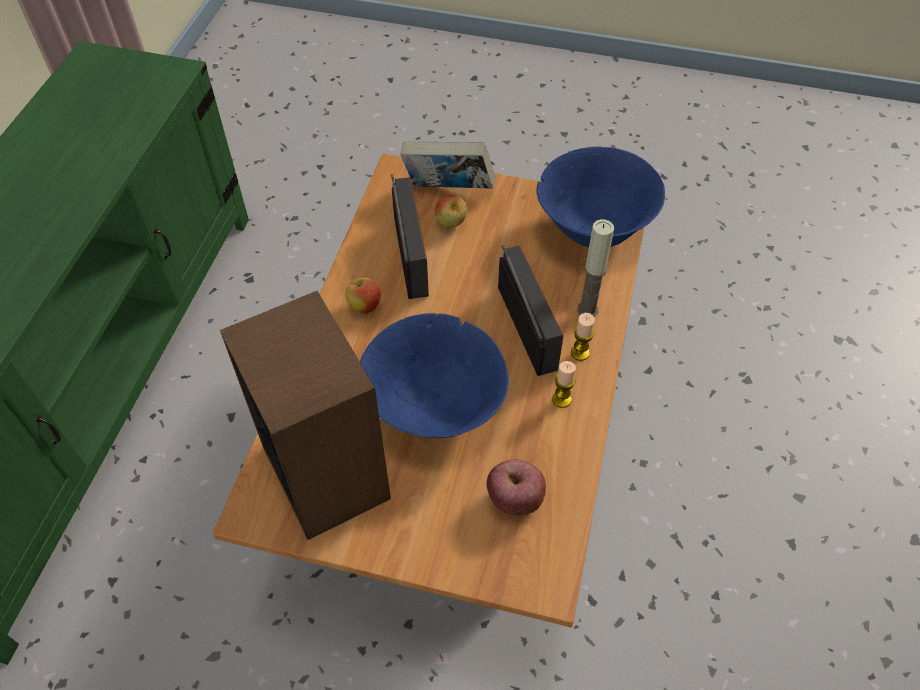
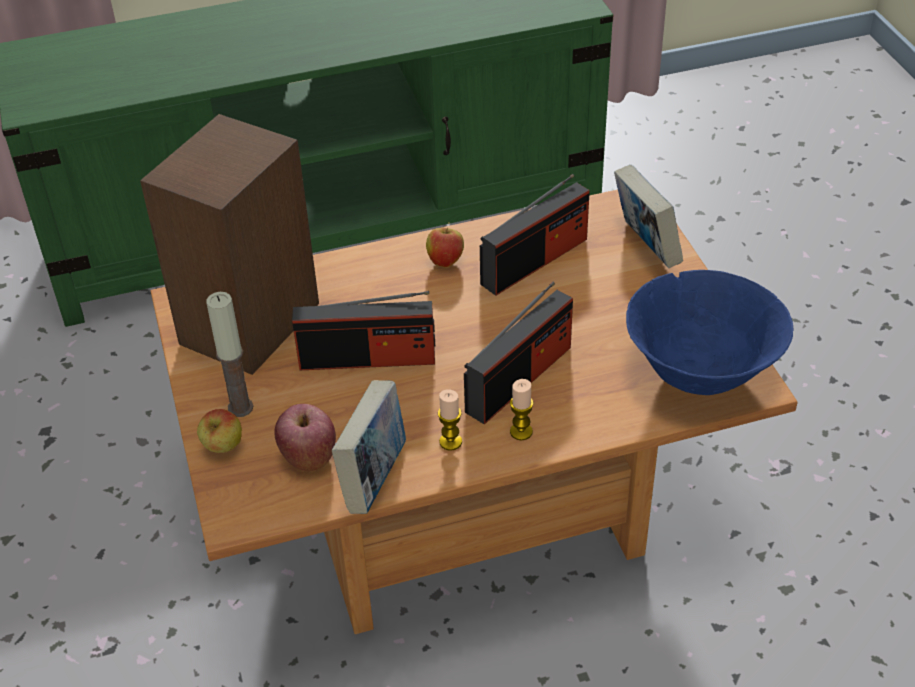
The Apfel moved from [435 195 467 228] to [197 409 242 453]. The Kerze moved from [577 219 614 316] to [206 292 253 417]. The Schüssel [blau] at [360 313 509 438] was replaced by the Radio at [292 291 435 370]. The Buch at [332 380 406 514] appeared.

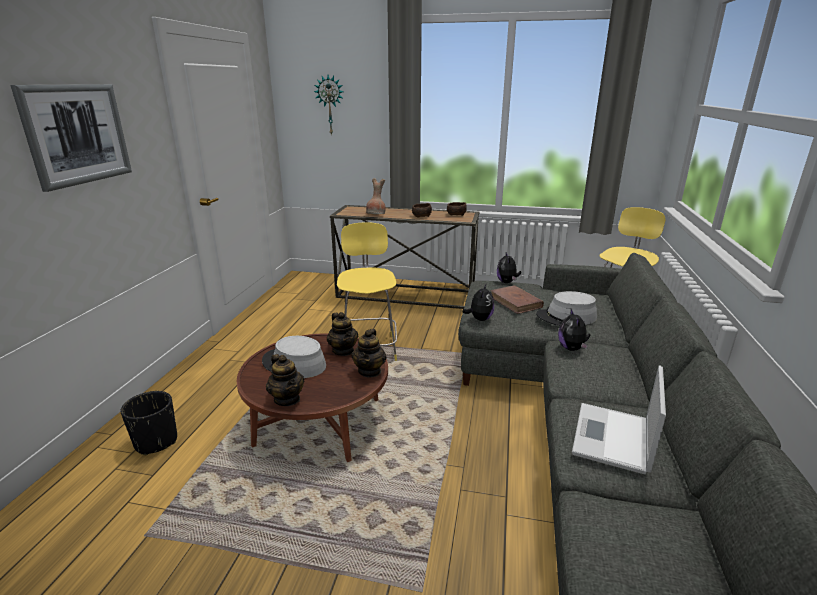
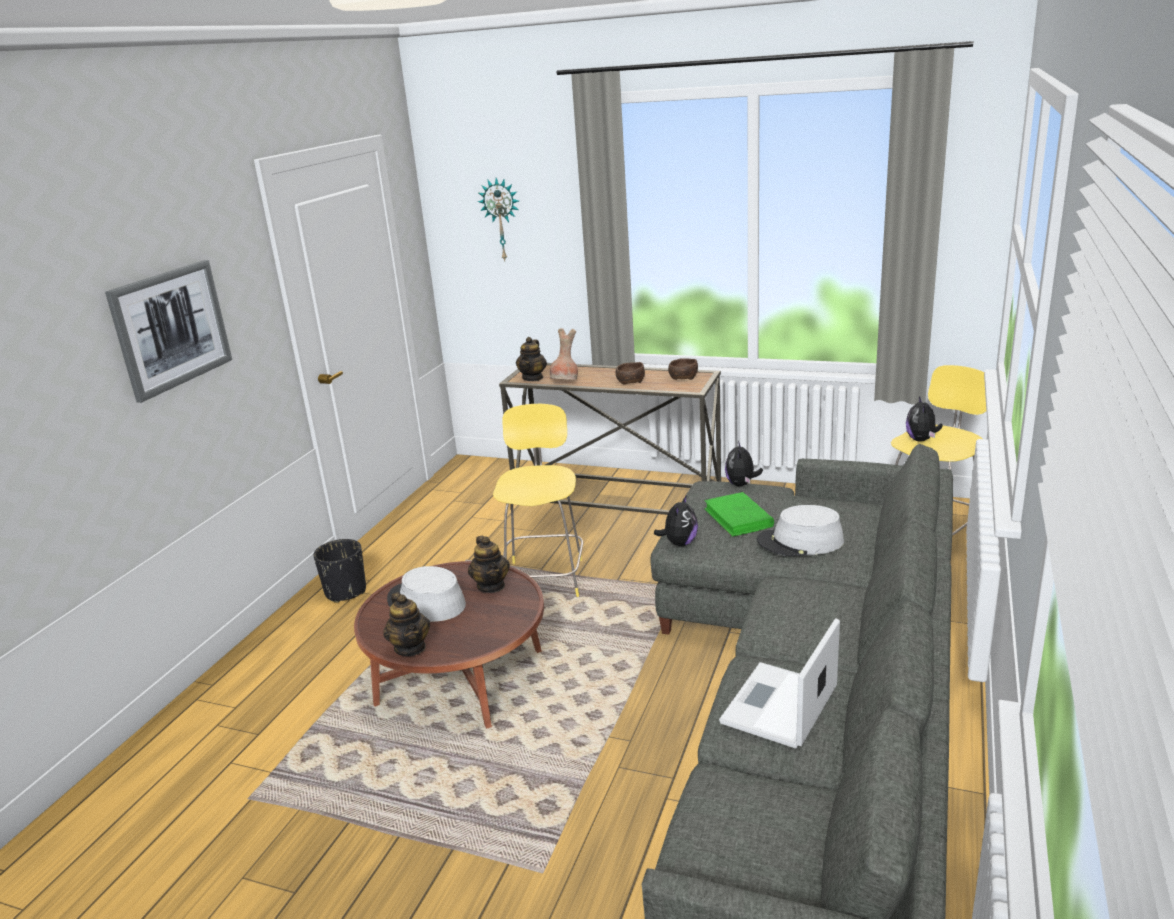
The Buch [braun] at [490 285 544 314] became the Buch [grün] at [704 492 774 537]. The Plüschtier moved from [558 309 590 351] to [906 396 943 442]. The Teekanne moved from [352 329 387 378] to [516 337 547 381]. The Pflanzkübel [schwarz] moved from [120 391 177 455] to [313 539 366 603].

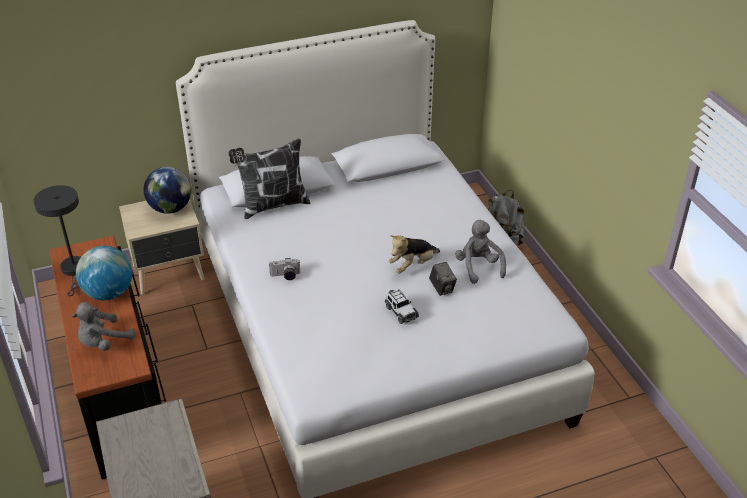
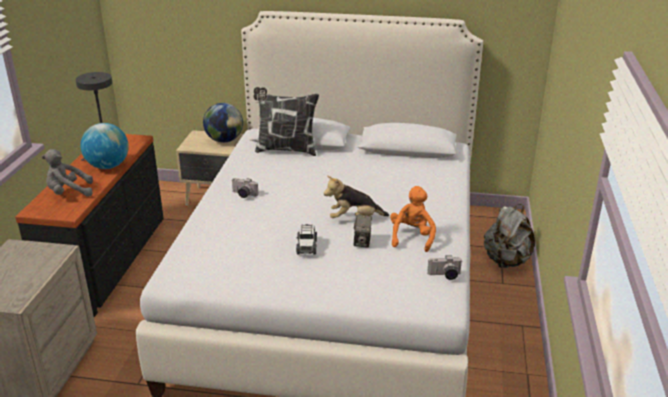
The Plüschtier [grau] at [455 220 506 284] became the Plüschtier [orange] at [390 186 436 252]. The Kamera at [427 255 462 280] appeared.

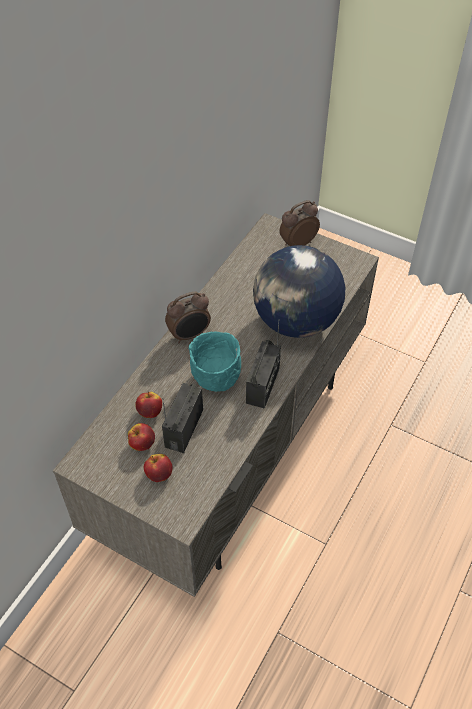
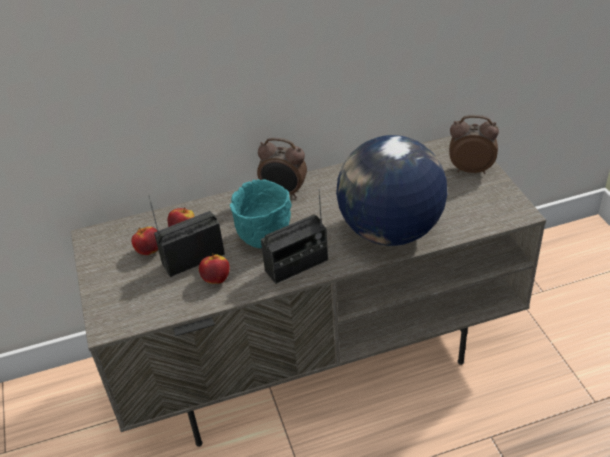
The Apfel moved from [144 454 172 482] to [199 253 230 284].

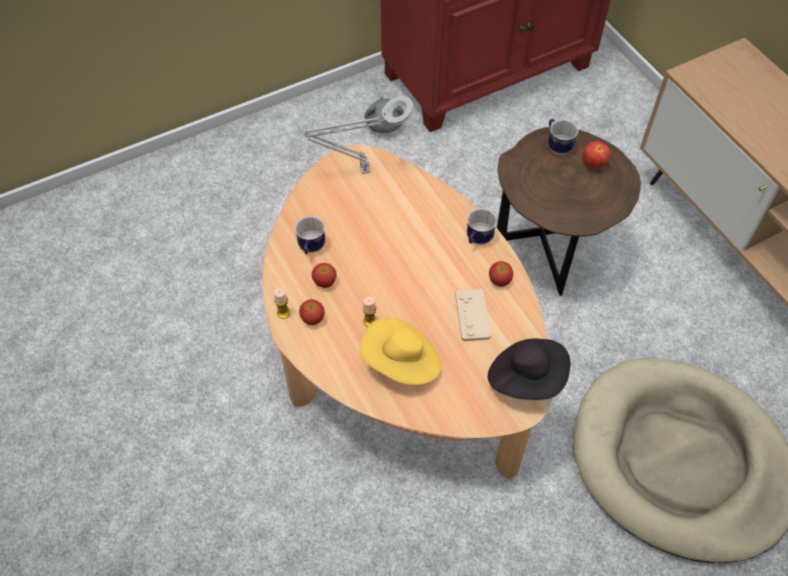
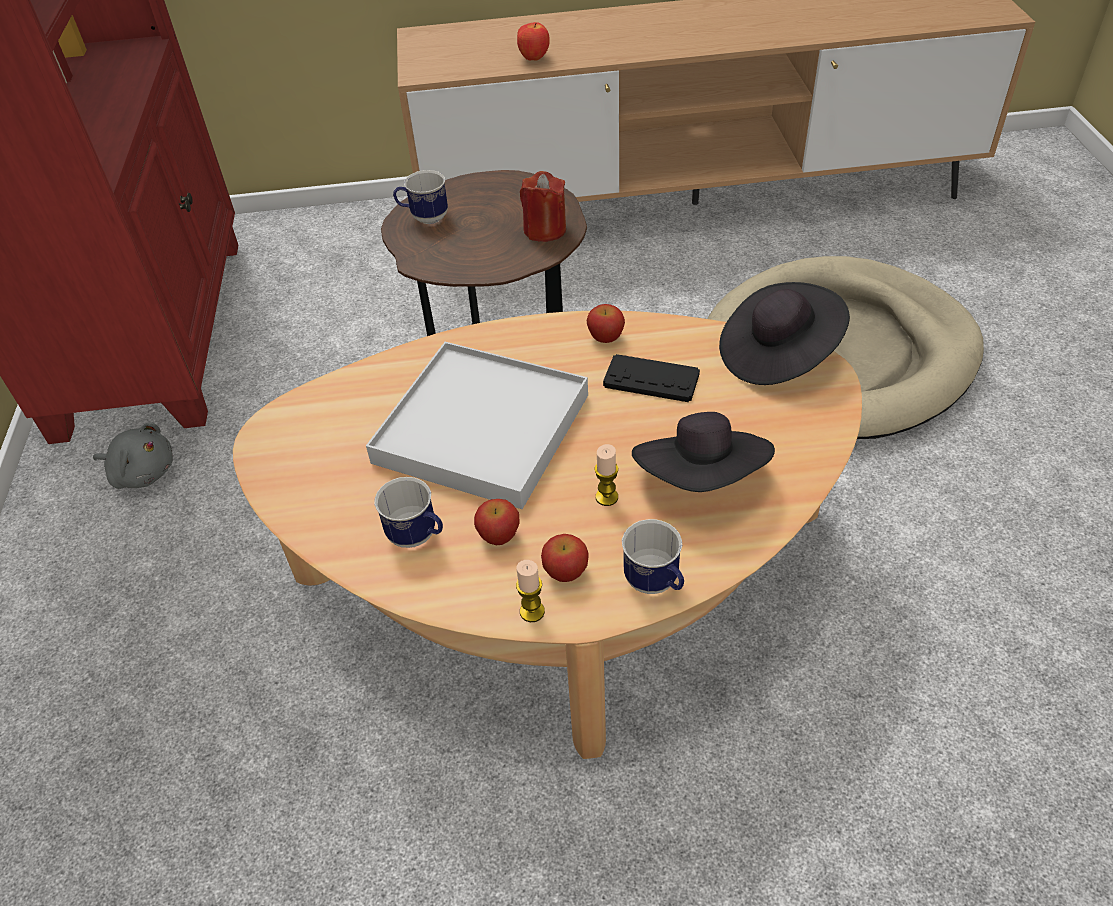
The Tischlampe [grau] at [304 96 414 174] disappeared. The Apfel moved from [583 141 610 168] to [517 22 550 61]. The Henkelbecher moved from [467 208 497 245] to [622 519 684 594]. The Gamepad [beige] at [455 289 491 341] became the Gamepad [schwarz] at [603 354 700 402]. The Hut [gelb] at [360 318 442 385] became the Hut [schwarz] at [632 412 775 492]. The Kerze [rot] at [520 171 566 242] appeared. The Tablett [weiß] at [366 342 588 509] appeared.

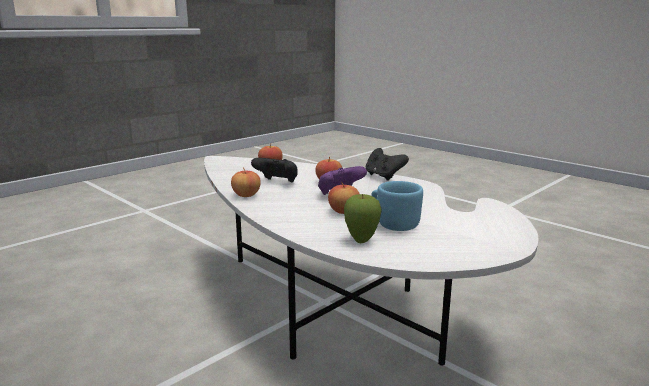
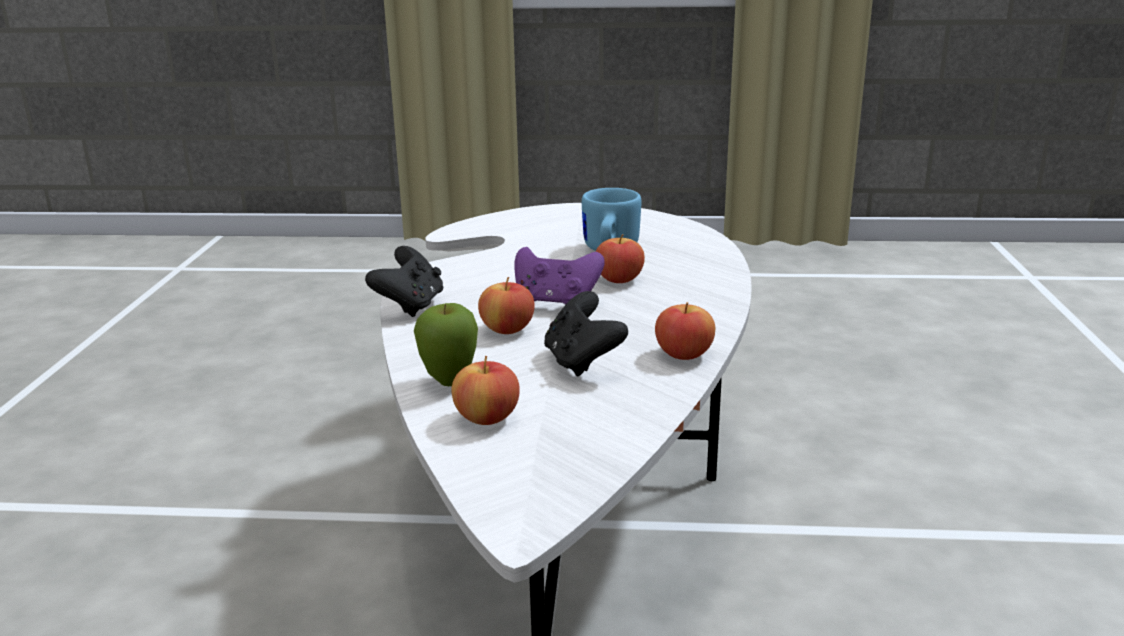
The Apfel moved from [344 194 382 243] to [414 303 478 386].

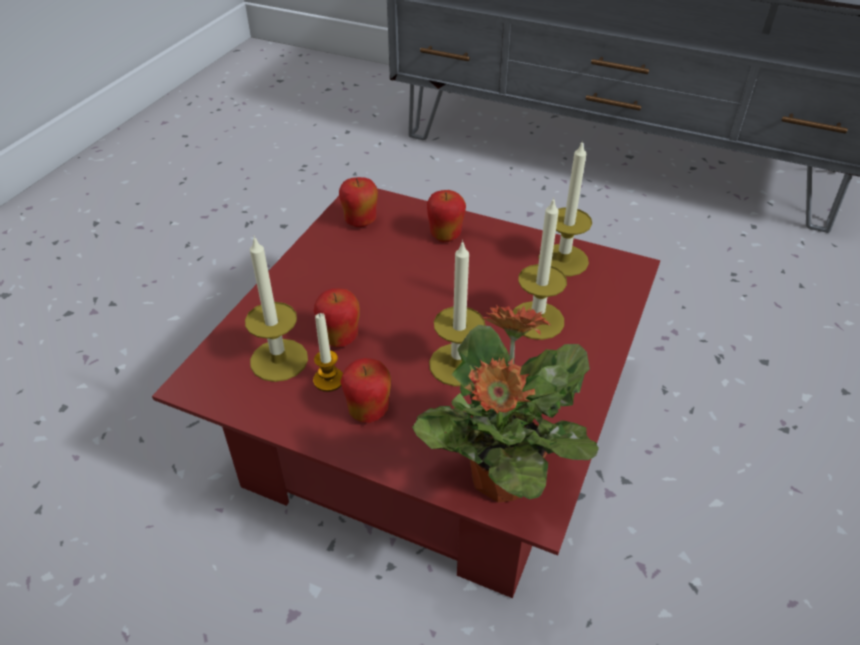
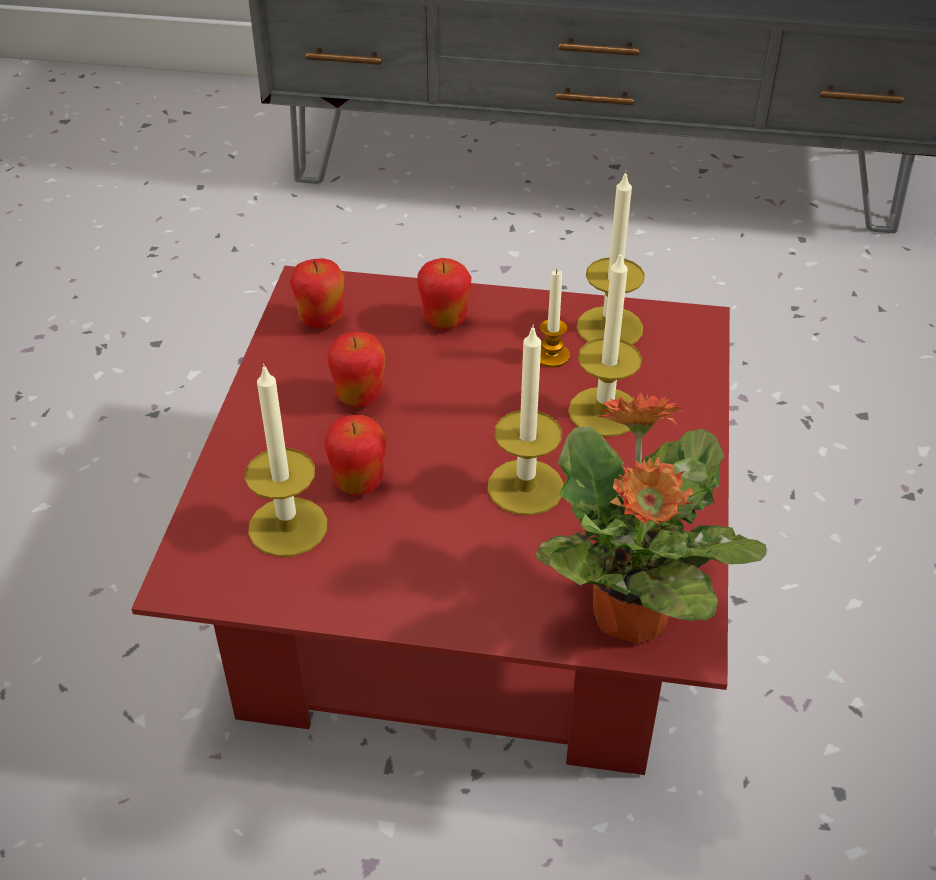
The Kerze moved from [313 313 343 392] to [540 270 570 368]. The Apfel moved from [340 358 391 423] to [327 332 385 408].

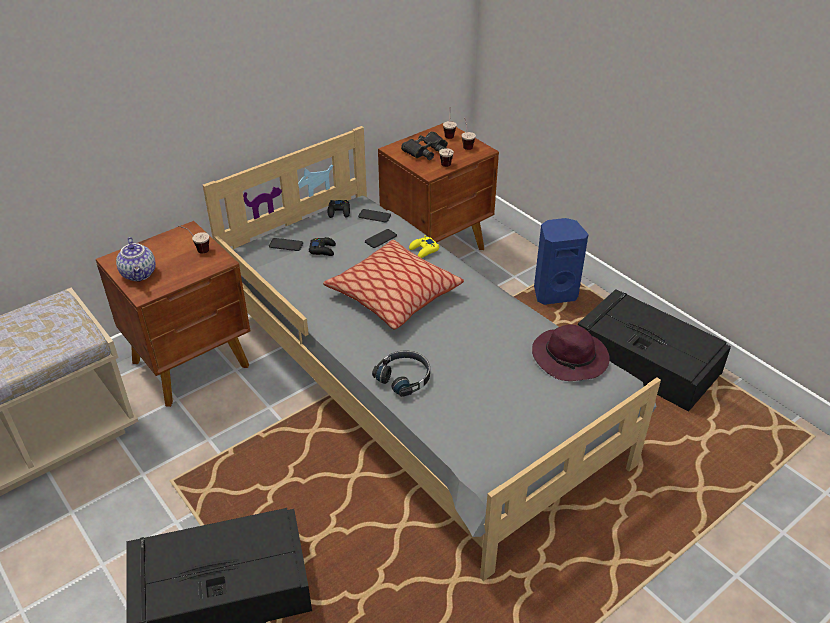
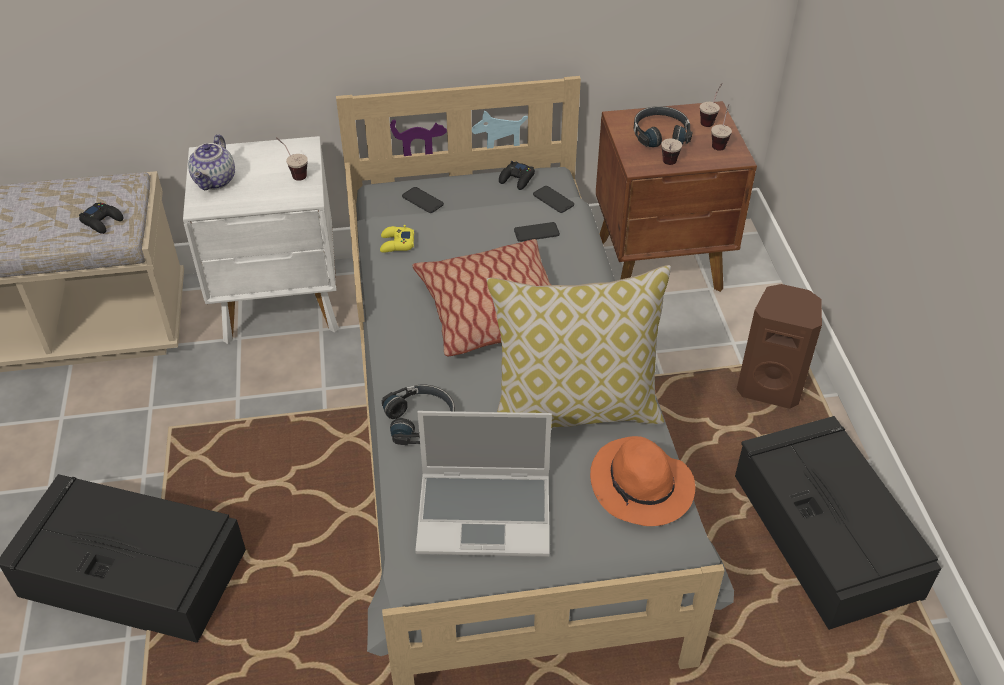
The Fernglas [schwarz] at [401 132 448 160] was replaced by the Kopfhörer [schwarz] at [634 106 693 147]. The Lautsprecher [blau] at [534 218 588 305] became the Lautsprecher [braun] at [737 284 822 409]. The Nachttisch [braun] at [96 221 250 407] became the Nachttisch [weiß] at [183 136 339 344]. The Gamepad [gelb] moved from [409 235 439 258] to [380 225 414 253]. The Gamepad [schwarz] moved from [309 237 336 256] to [79 203 123 234]. The Hut [lila] at [532 324 610 381] became the Hut [orange] at [590 436 695 526]. The Kissen at [487 265 671 428] appeared. The Laptop at [415 411 552 557] appeared.

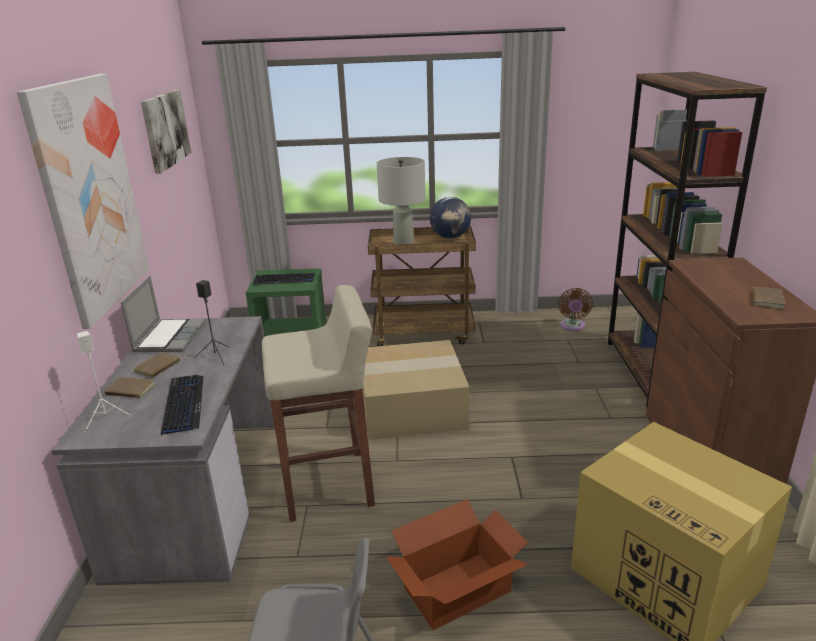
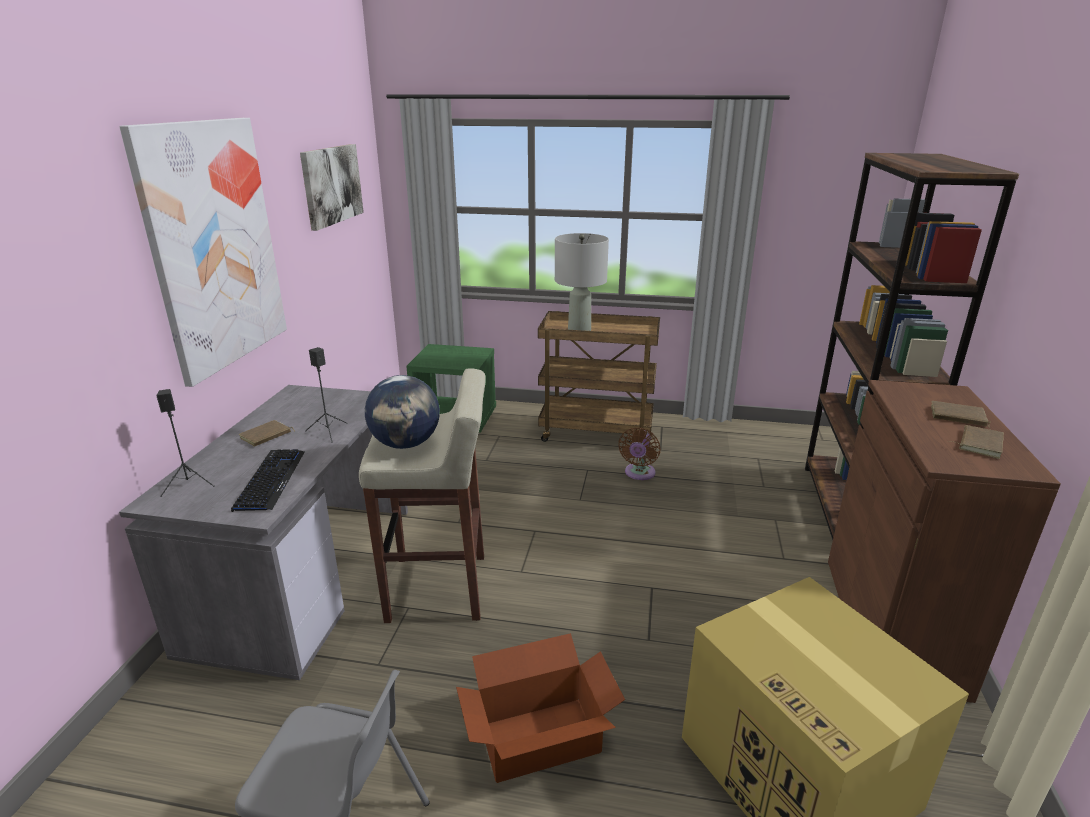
The Globus moved from [430 197 471 239] to [365 375 440 449]. The Tastatur at [253 273 315 285] disappeared. The Laptop at [121 276 205 352] disappeared. The Ventilator [braun] moved from [558 288 593 331] to [619 427 660 480]. The Lautsprecher [weiß] at [77 331 133 432] became the Lautsprecher [schwarz] at [156 389 215 497]. The Karton at [363 340 469 440] disappeared. The Buch [braun] moved from [104 377 156 400] to [931 401 991 427].

